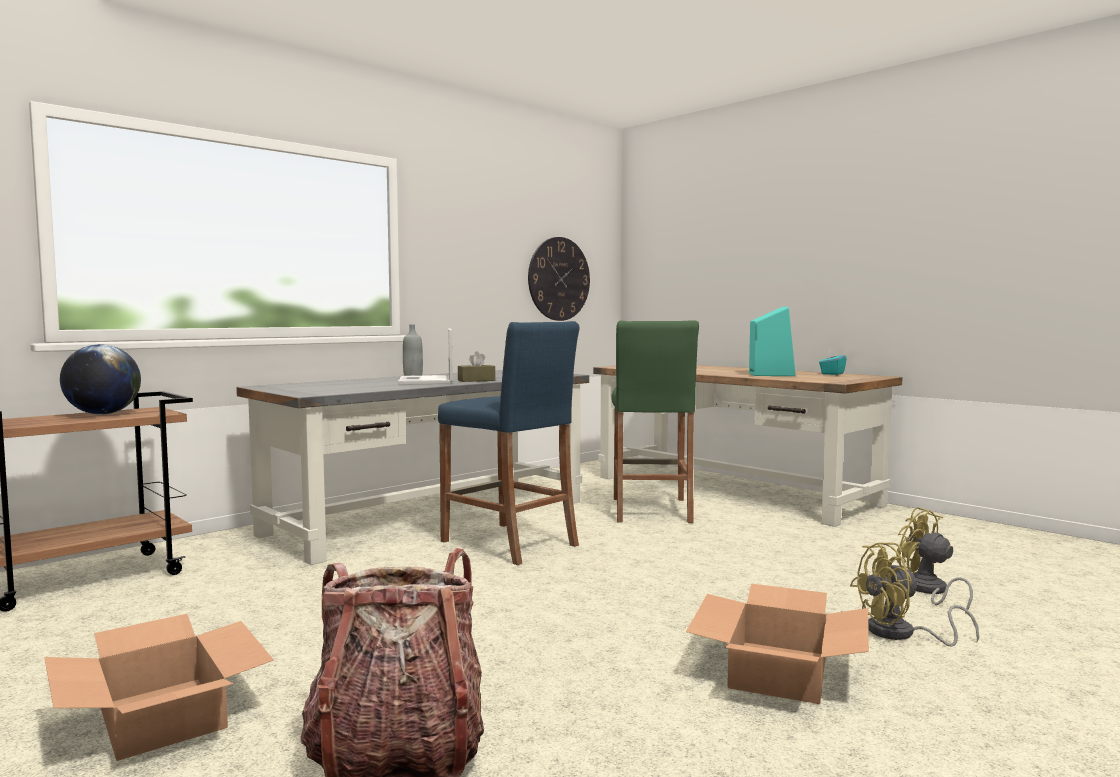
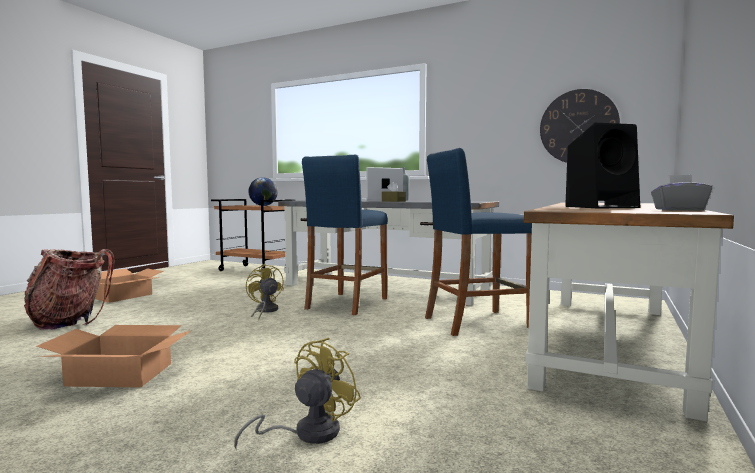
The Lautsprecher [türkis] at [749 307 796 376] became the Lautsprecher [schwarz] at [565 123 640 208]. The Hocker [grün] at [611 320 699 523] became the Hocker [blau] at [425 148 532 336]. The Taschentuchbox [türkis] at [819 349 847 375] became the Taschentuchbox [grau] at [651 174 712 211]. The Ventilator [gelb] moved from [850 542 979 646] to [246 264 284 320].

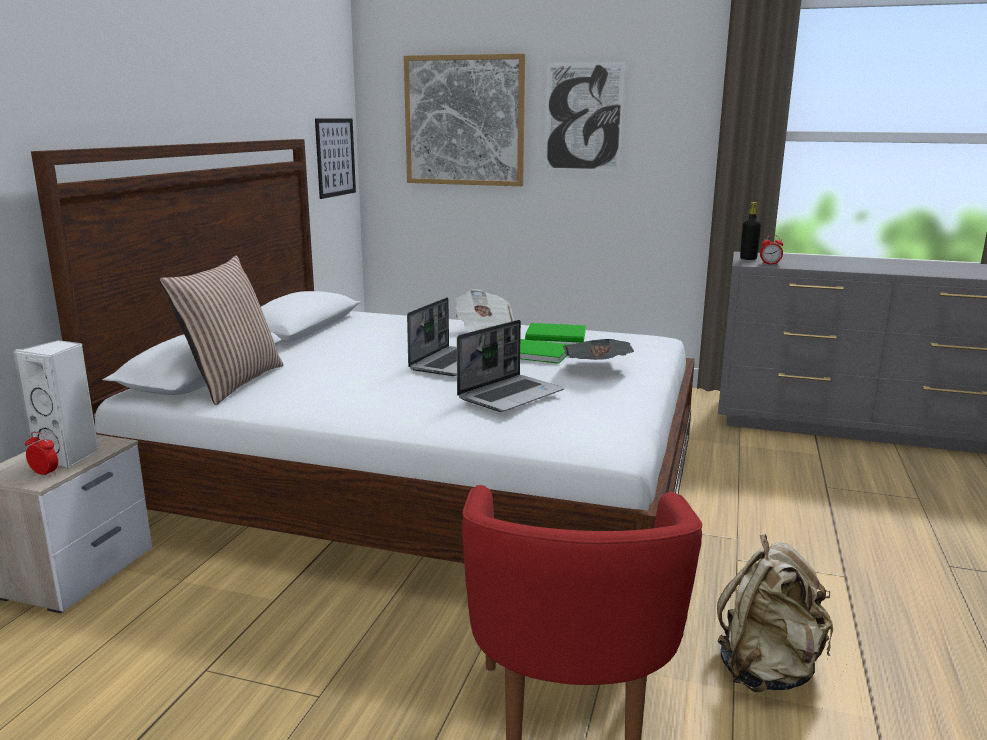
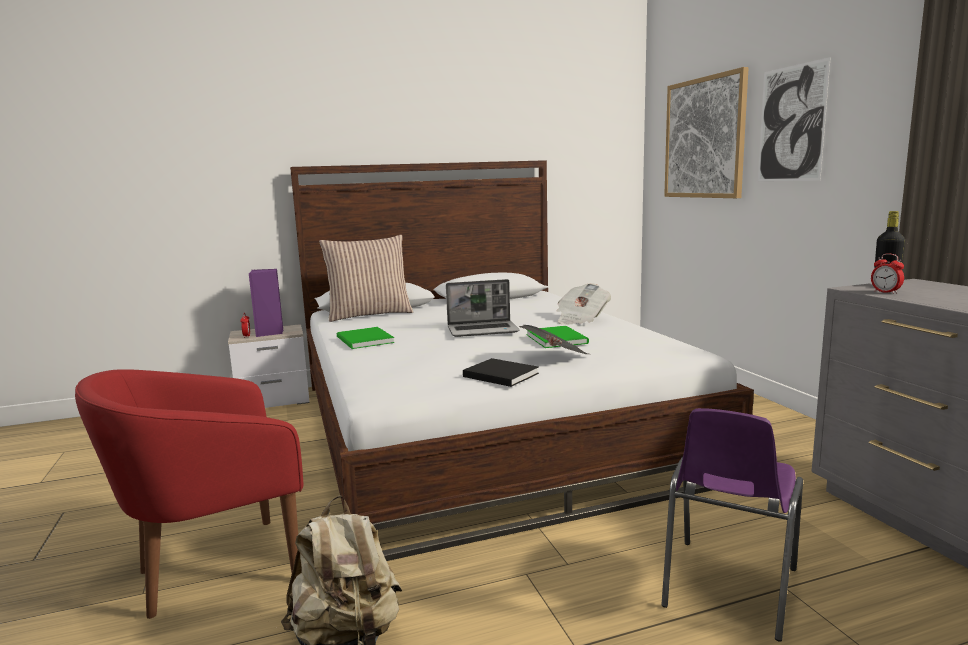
The Bild at [315 119 356 199] disappeared. The Laptop at [457 320 564 412] disappeared. The Buch [grün] moved from [525 323 586 343] to [337 327 395 349]. The Lautsprecher [weiß] at [13 340 99 469] became the Lautsprecher [lila] at [249 269 284 337]. The Buch [schwarz] at [463 358 539 387] appeared. The Stuhl [lila] at [661 408 803 642] appeared.

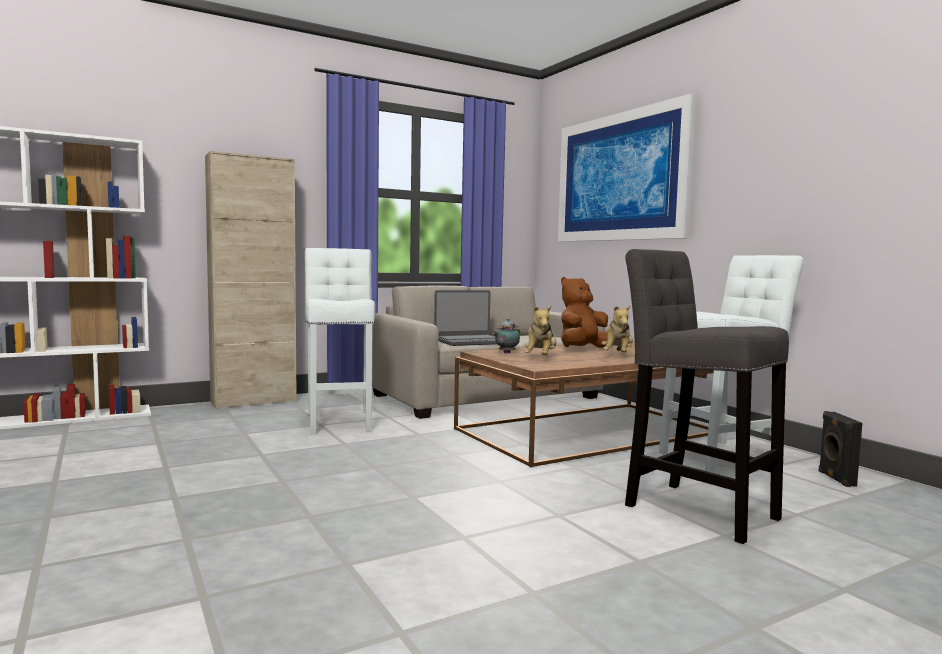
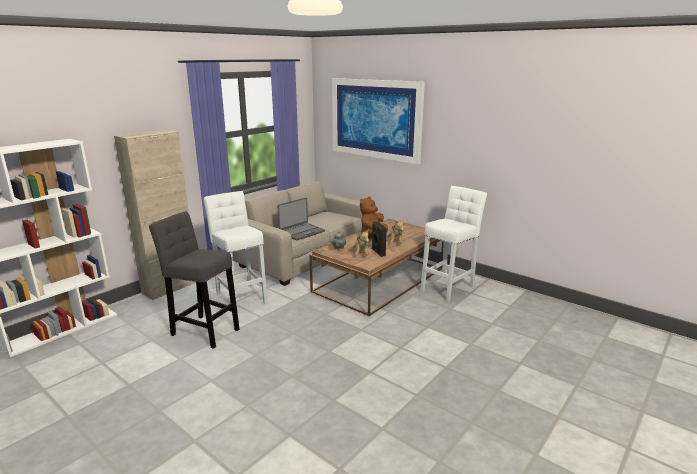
The Hocker [grau] moved from [625 249 789 544] to [149 211 239 349]. The Lautsprecher [schwarz] moved from [819 411 862 487] to [372 221 387 257].

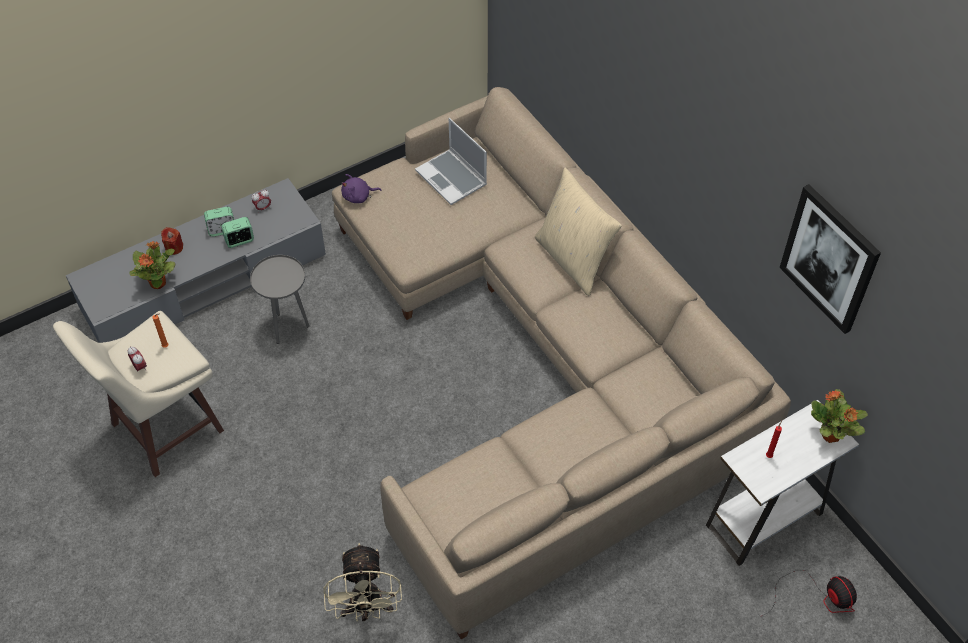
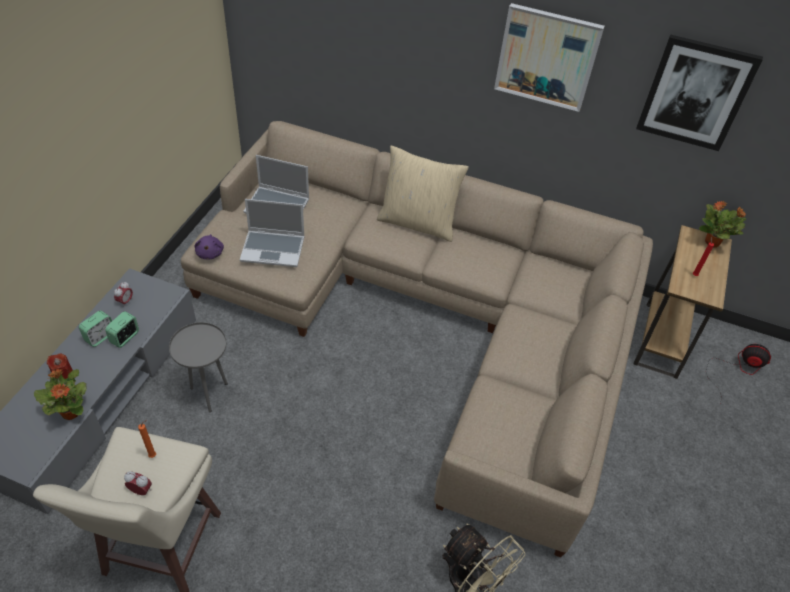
The Plüschtier [lila] at [341 174 382 203] turned 45 degrees counterclockwise. The Beistelltisch [weiß] at [706 400 859 566] became the Beistelltisch [braun] at [634 225 732 379]. The Bild at [494 3 604 112] appeared. The Laptop at [240 199 305 267] appeared.

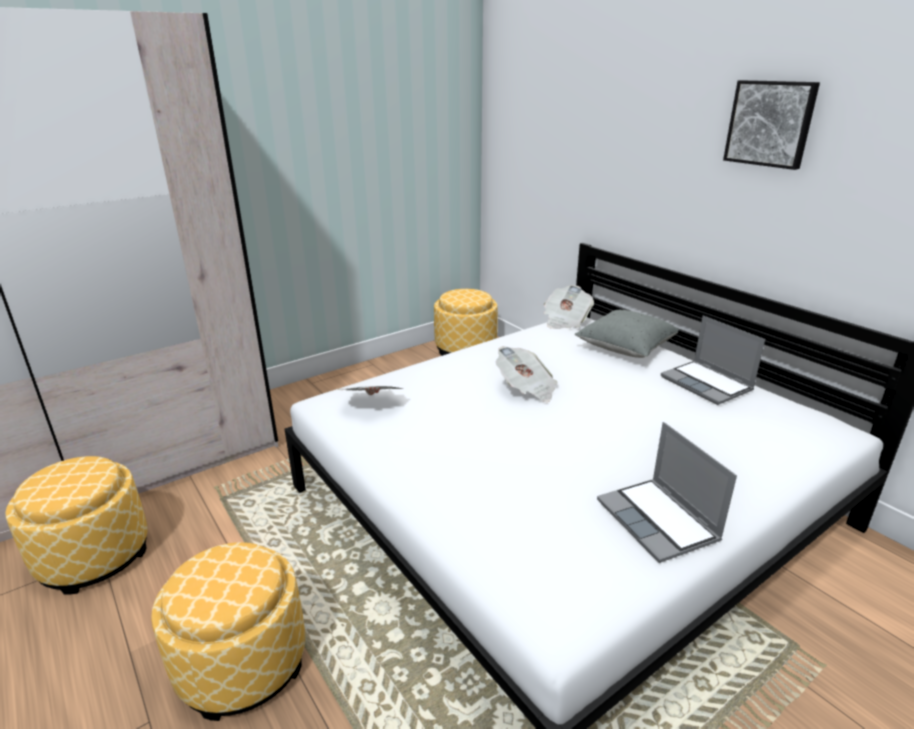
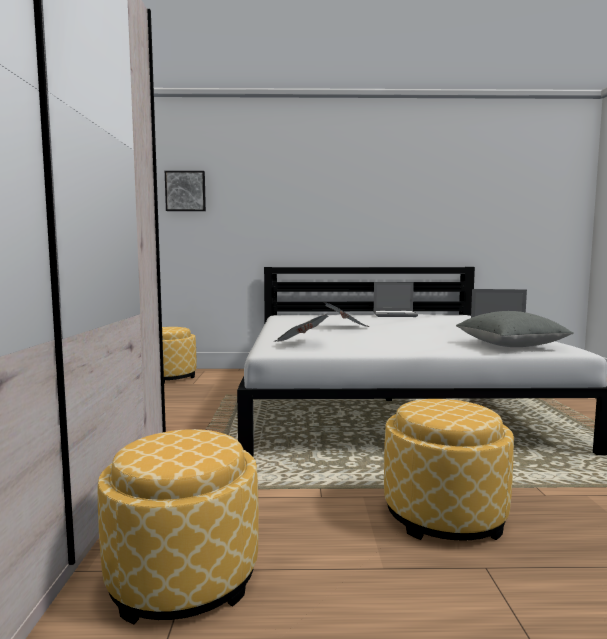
The Bild moved from [723 80 820 170] to [165 171 206 211]. The Zeitung at [544 285 594 329] disappeared. The Kissen [grau] moved from [575 310 679 358] to [456 311 574 347].

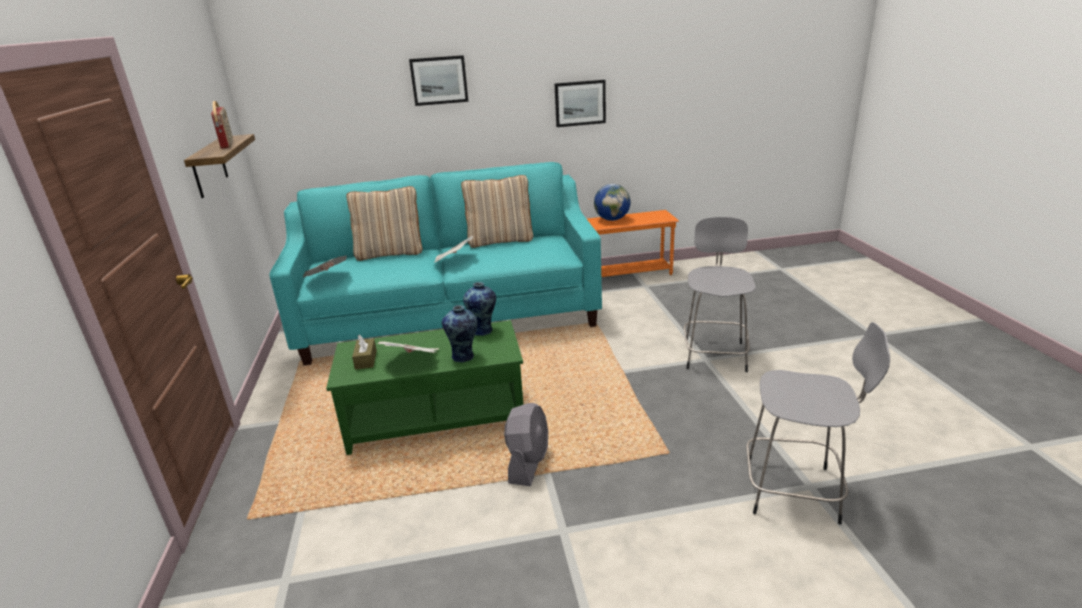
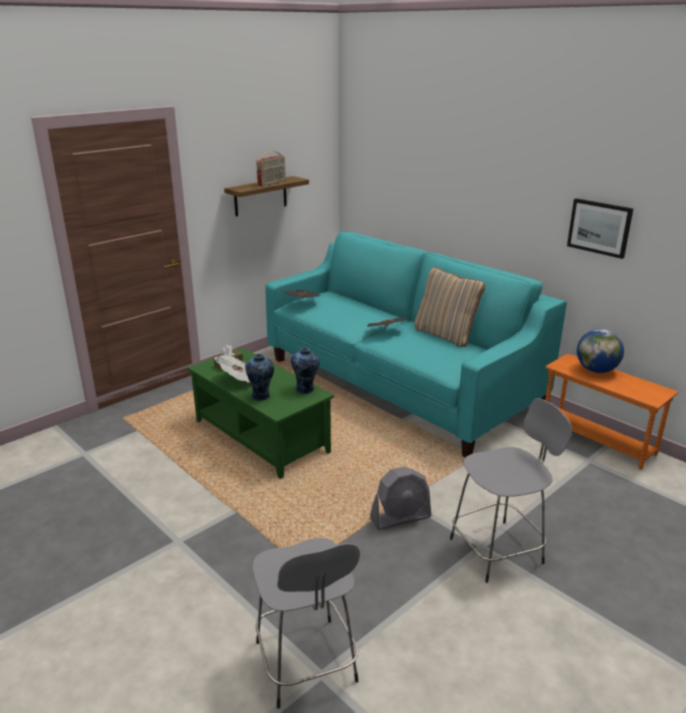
The Bild at [409 55 468 106] disappeared. The Kissen [beige] at [346 186 422 261] disappeared. The Ventilator [grau] moved from [504 403 548 486] to [370 467 431 530].

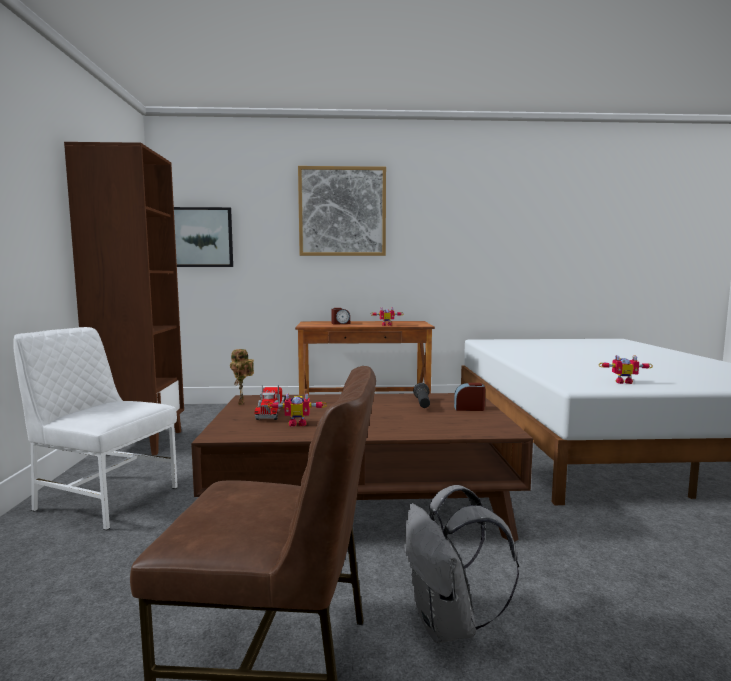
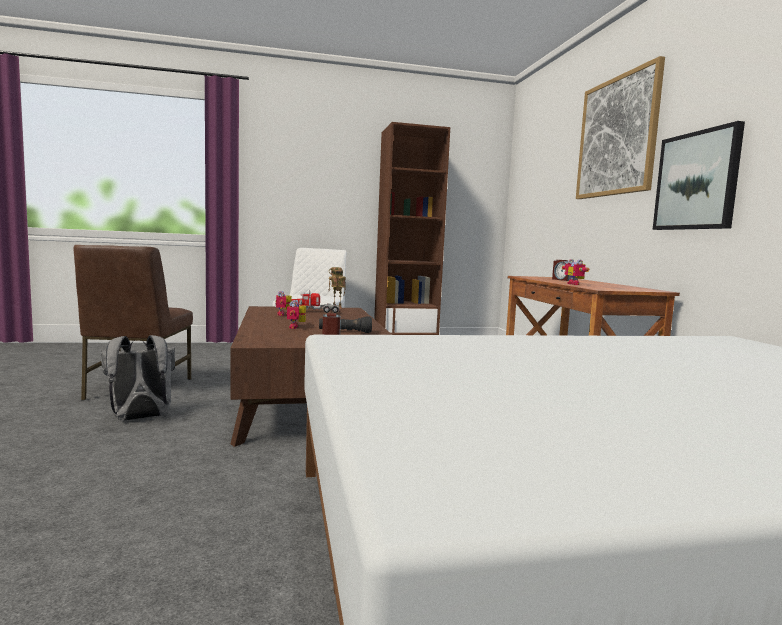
The Bild moved from [174 207 233 267] to [653 121 745 230]. The Spielzeugroboter moved from [599 355 653 384] to [286 300 306 329].

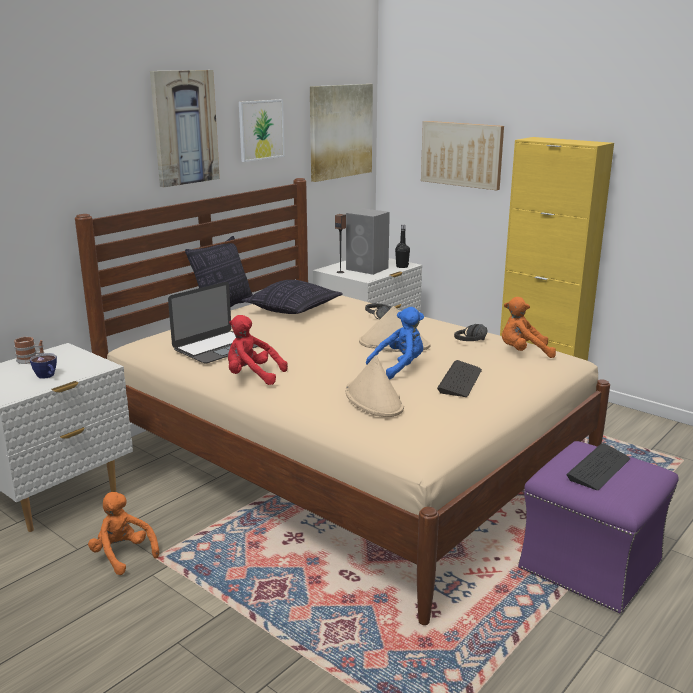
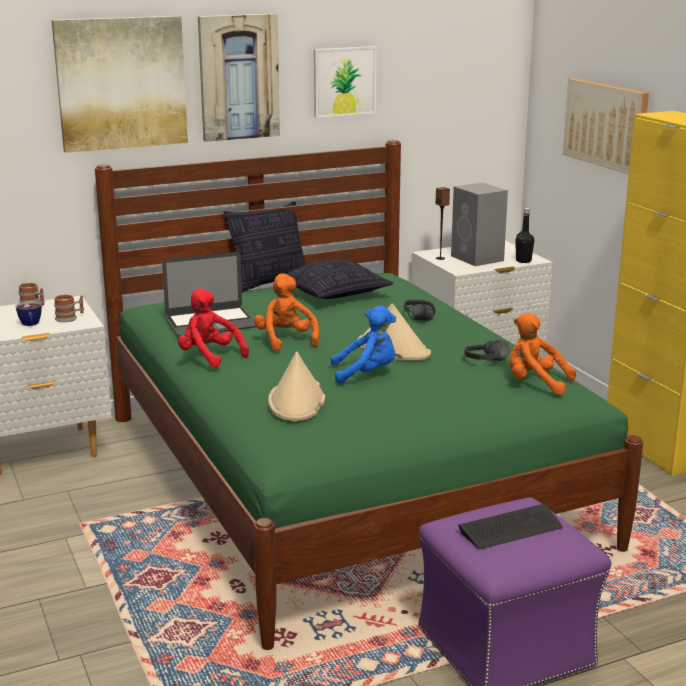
The Bild moved from [310 84 373 182] to [52 16 188 153]. The Bett [beige] at [75 178 610 625] became the Bett [grün] at [95 140 643 650]. The Tastatur at [437 360 482 397] disappeared. The Plüschtier [orange] moved from [88 492 159 575] to [254 273 319 351]. The Henkelbecher at [54 294 84 322] appeared.

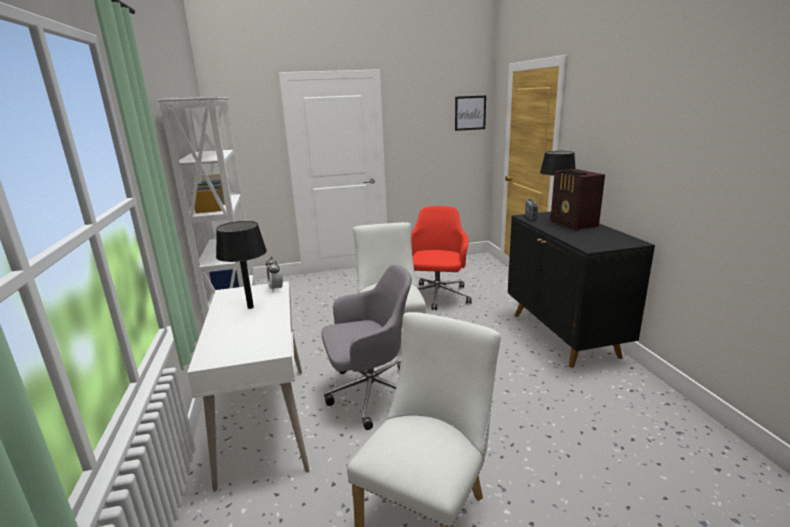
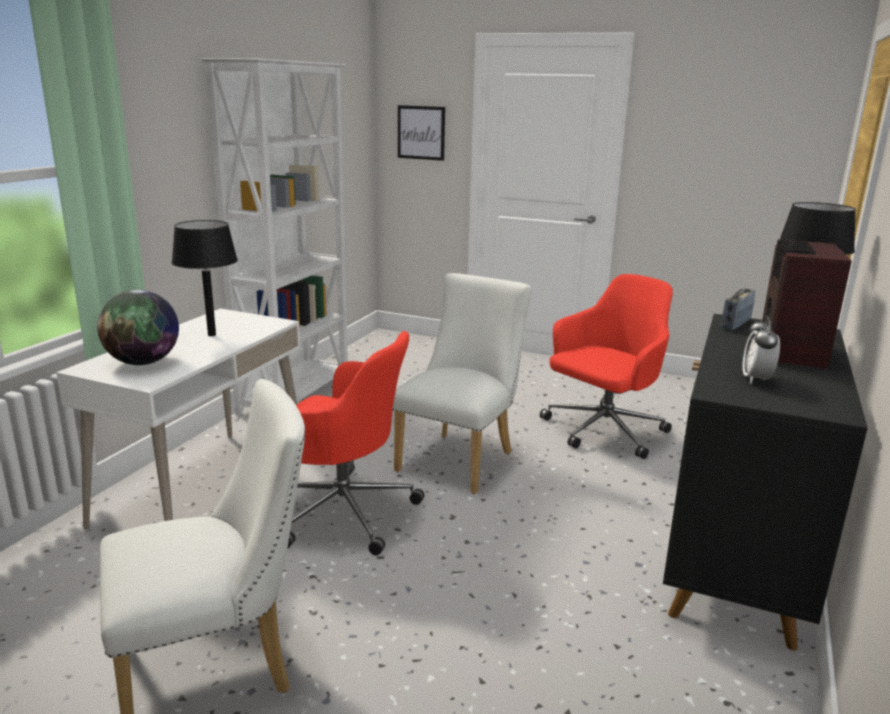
The Bild moved from [455 95 486 131] to [398 105 445 161]. The Wecker moved from [266 256 283 292] to [743 316 780 384]. The Bürostuhl [grau] at [321 264 412 430] became the Bürostuhl [rot] at [287 331 424 556]. The Globus at [97 290 179 365] appeared.

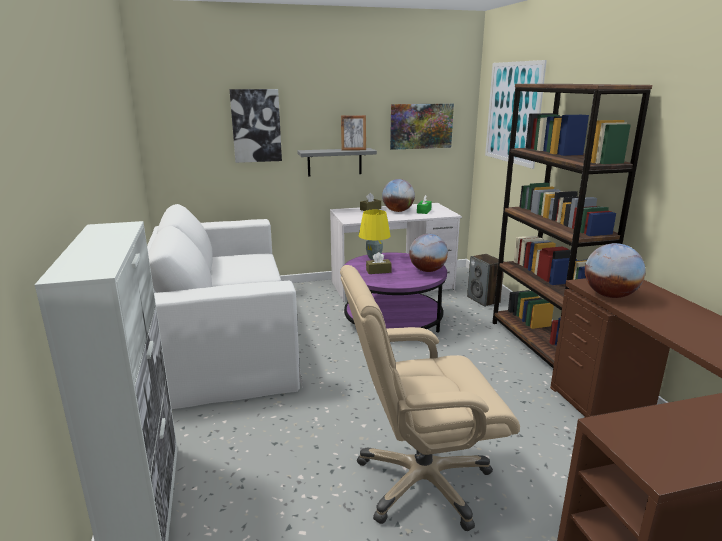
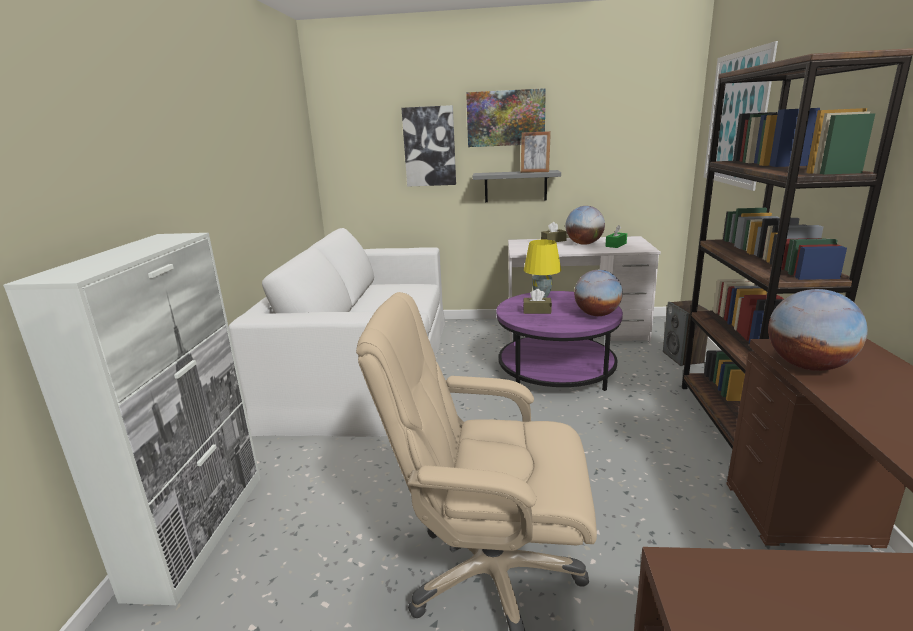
The Bild moved from [390 103 454 150] to [466 88 546 147].

